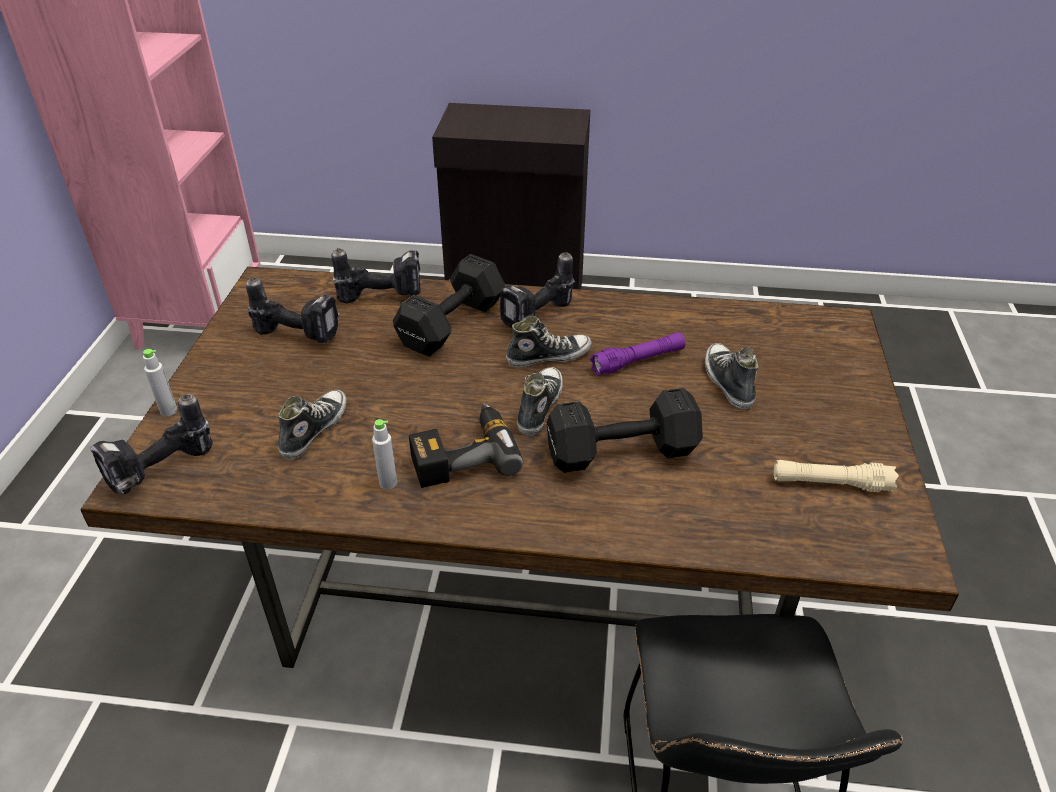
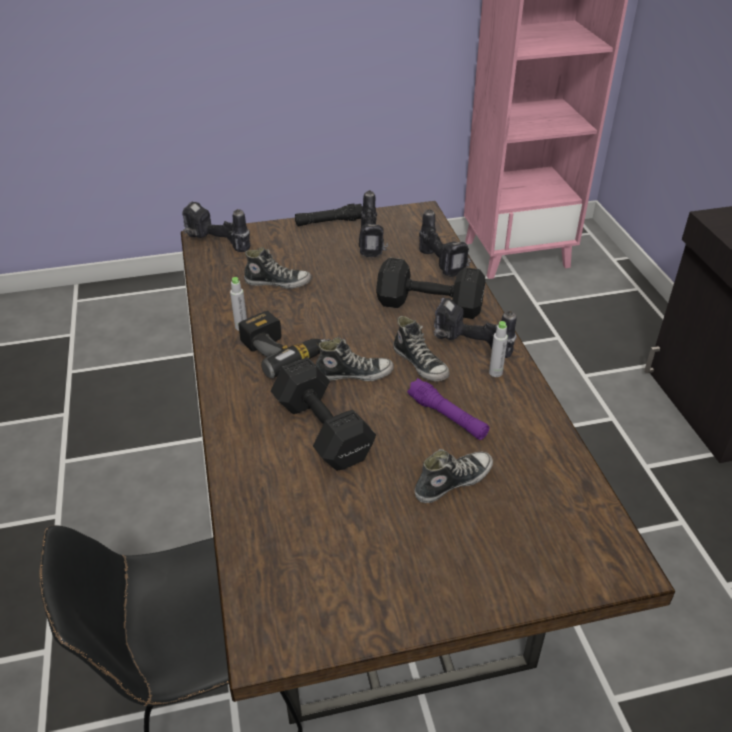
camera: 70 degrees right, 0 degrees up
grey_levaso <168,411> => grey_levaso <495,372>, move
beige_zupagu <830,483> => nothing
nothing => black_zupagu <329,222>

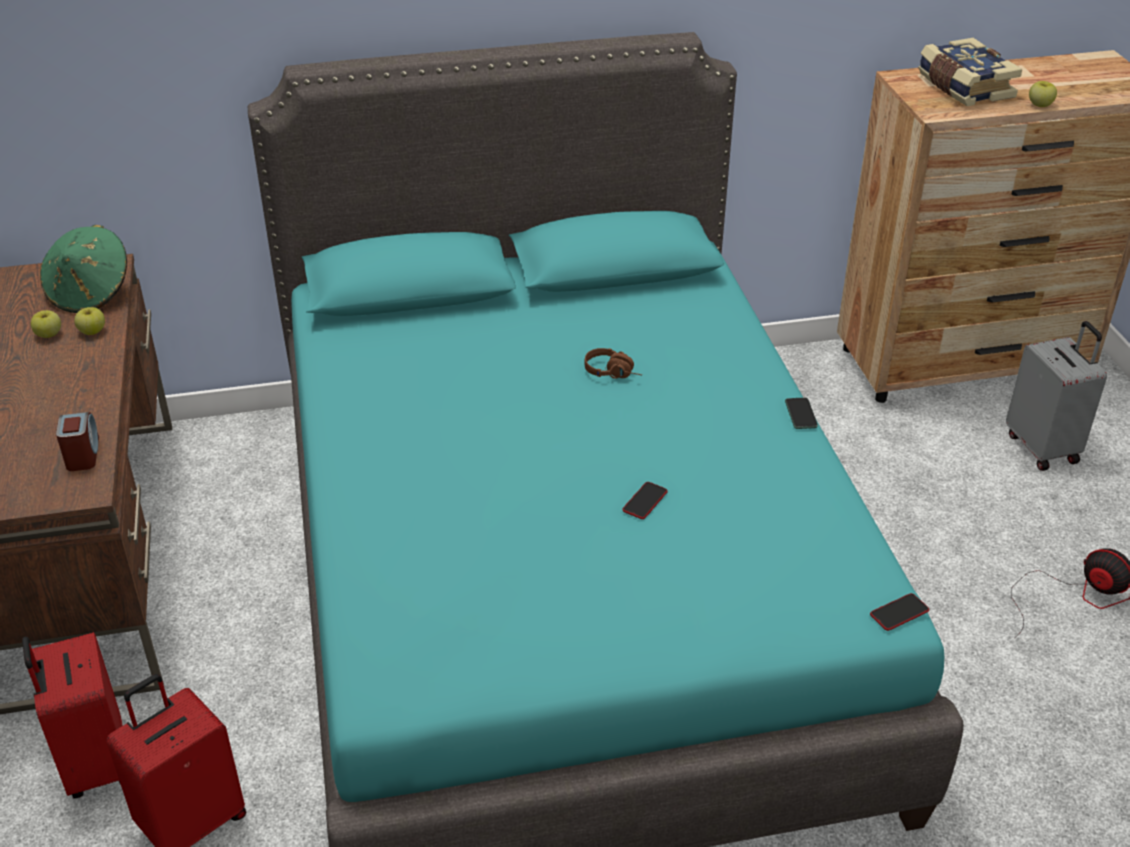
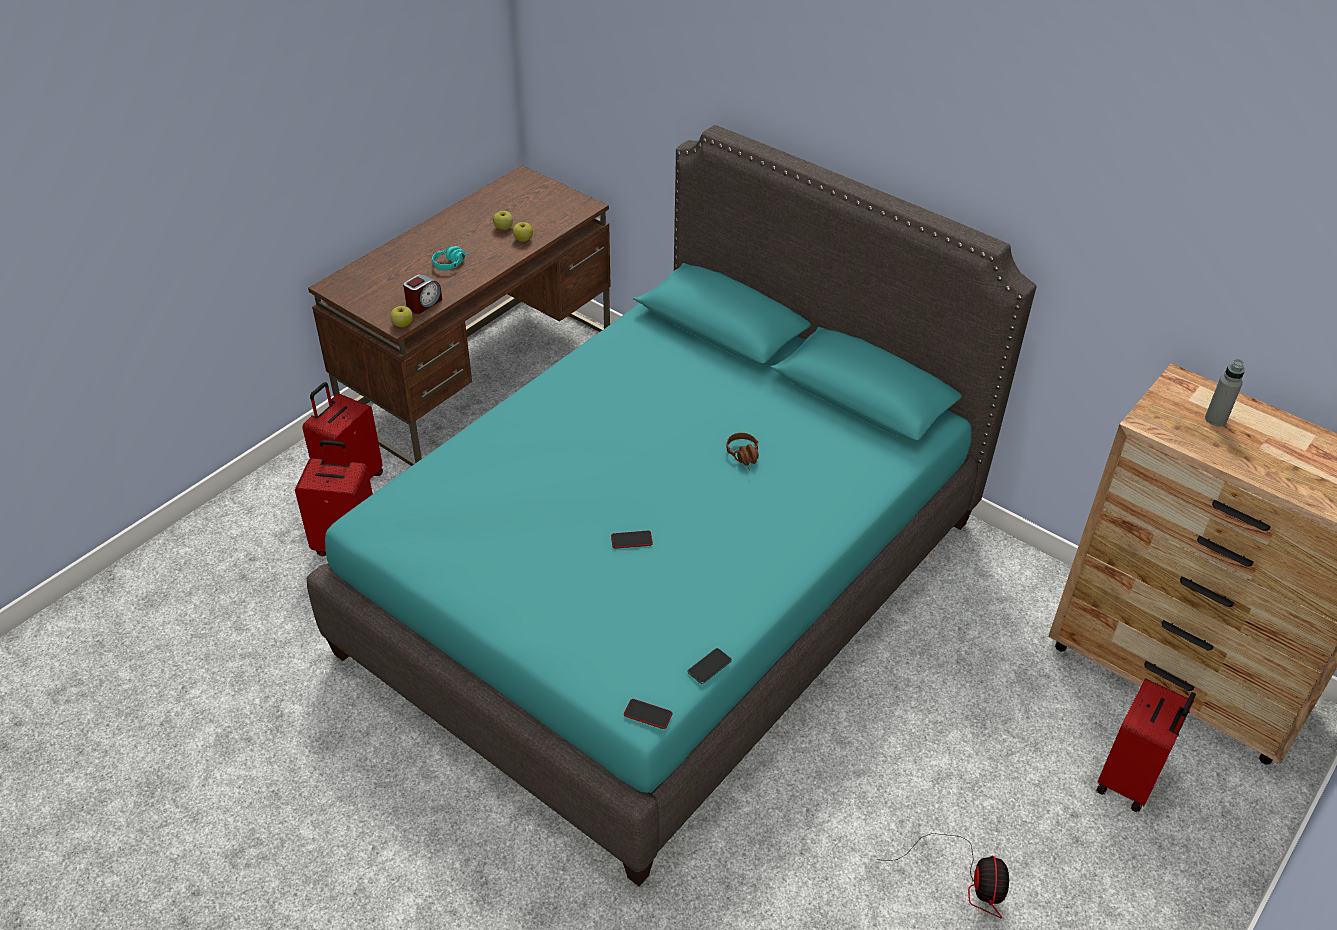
camera: 50 degrees right, 5 degrees up
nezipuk <963,87> => grey_levaso <1215,419>
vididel <1039,105> => vididel <402,324>, move
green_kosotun <90,293> => nothing
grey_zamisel <1043,447> => red_zamisel <1130,780>
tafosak <801,414> => tafosak <709,666>, move
nothing => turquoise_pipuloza <453,262>

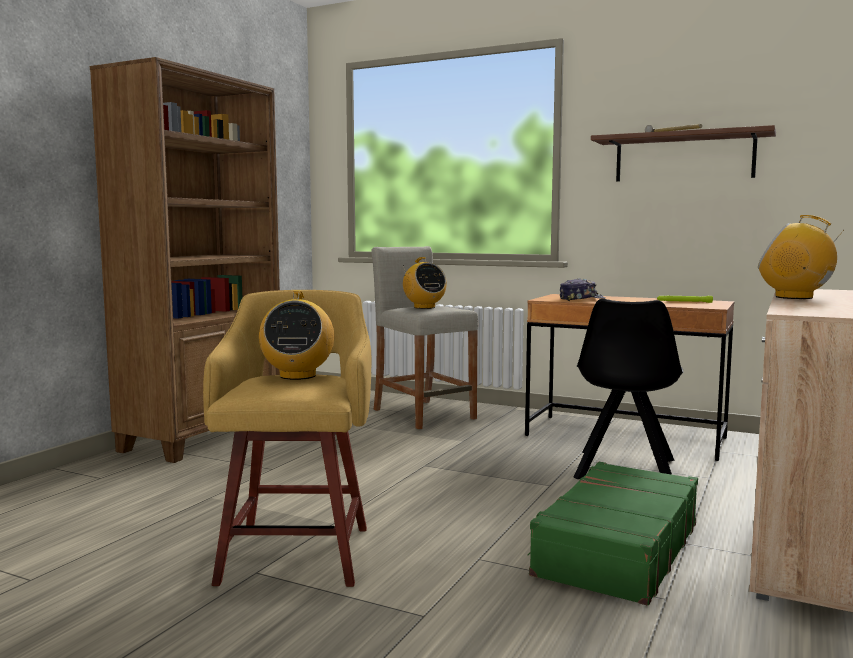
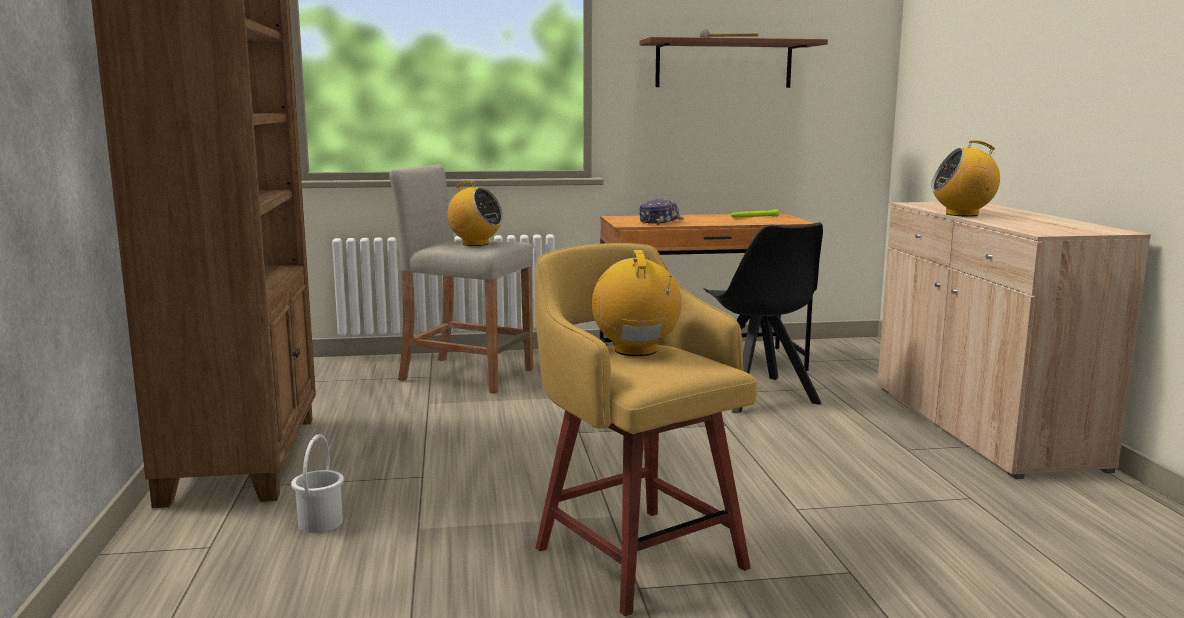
camera: 35 degrees left, 5 degrees up
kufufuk <297,376> => kufufuk <636,350>, 150 degrees counterclockwise
green_zamisel <616,549> => nothing
nothing => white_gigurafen <319,523>

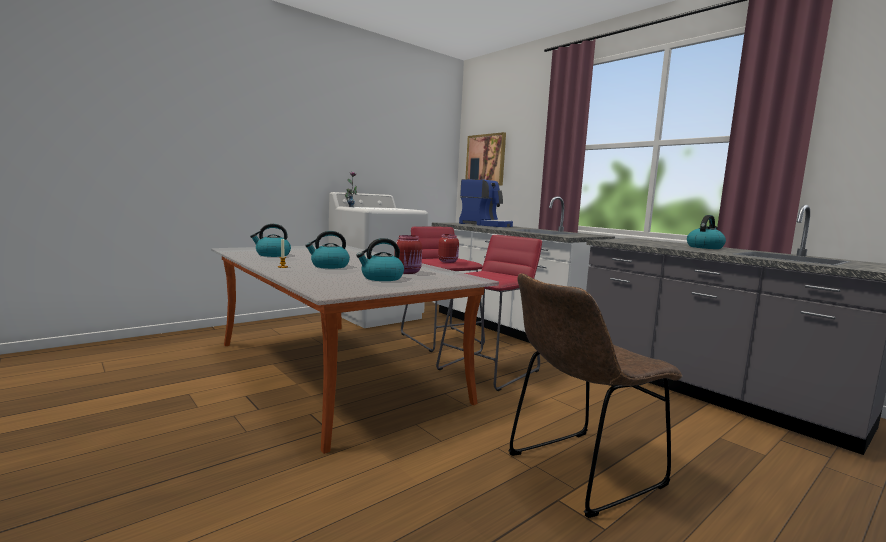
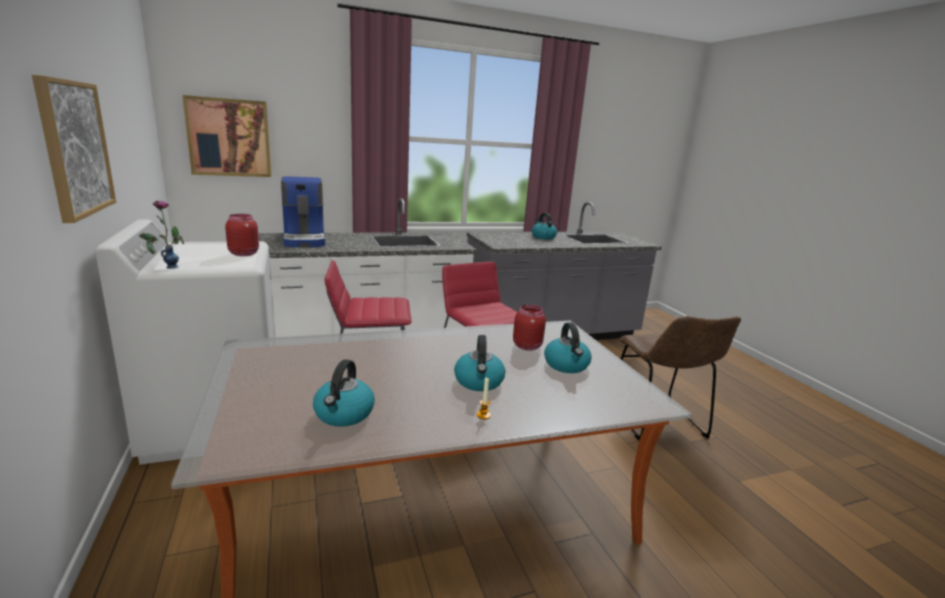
camera: 70 degrees left, 10 degrees up
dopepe <486,225> => dopepe <305,239>, 105 degrees clockwise
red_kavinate <448,261> => red_kavinate <244,253>, move
nothing => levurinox <75,148>

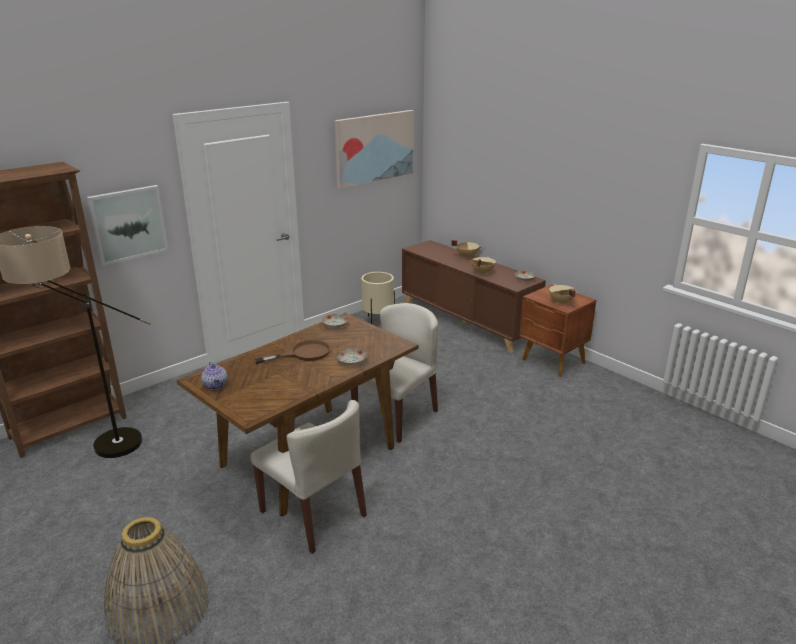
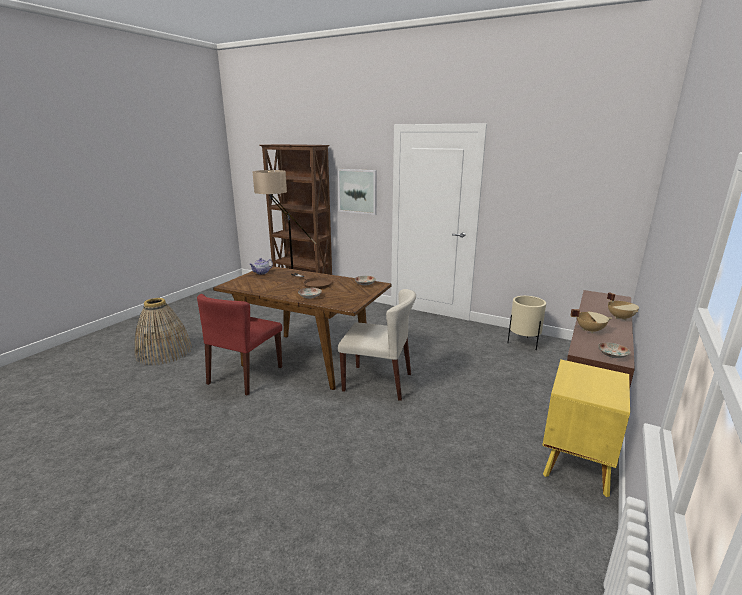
camera: 70 degrees right, 5 degrees down
levurinox <374,148> => nothing
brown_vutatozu <553,362> => yellow_vutatozu <576,465>
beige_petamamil <561,302> => nothing
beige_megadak <313,514> => red_megadak <245,375>

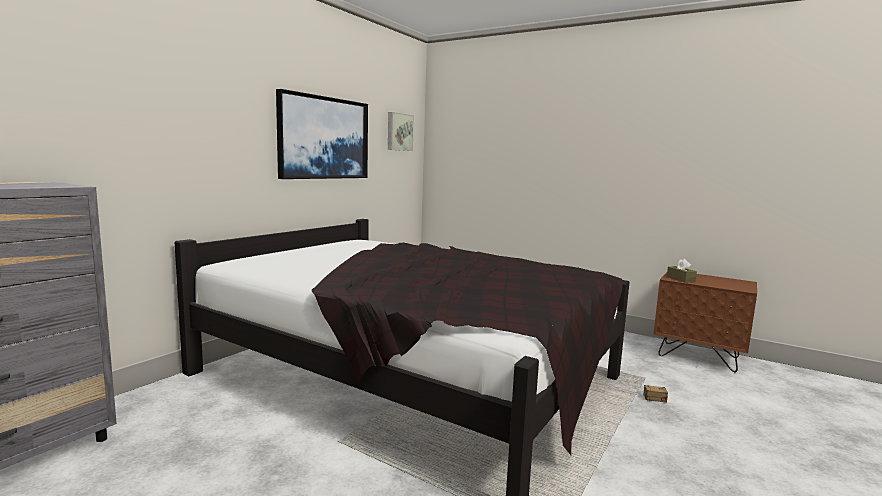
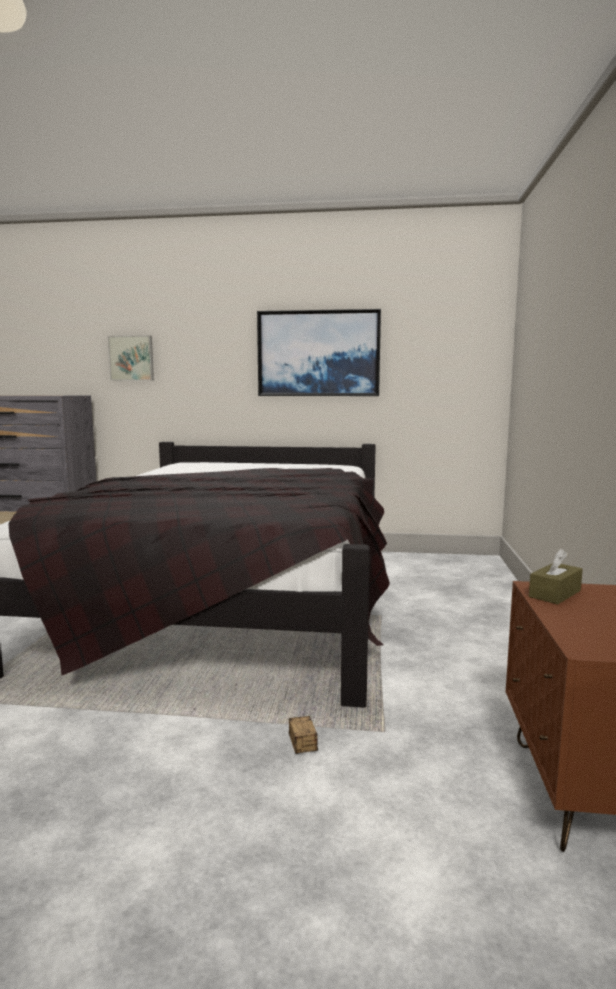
camera: 65 degrees right, 0 degrees up
levurinox <399,132> => levurinox <132,358>, move

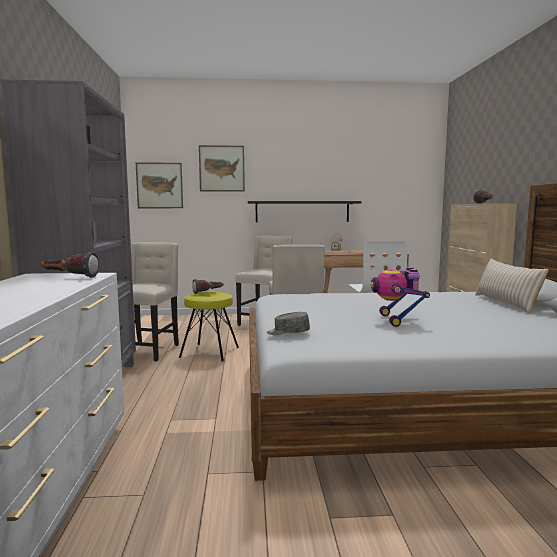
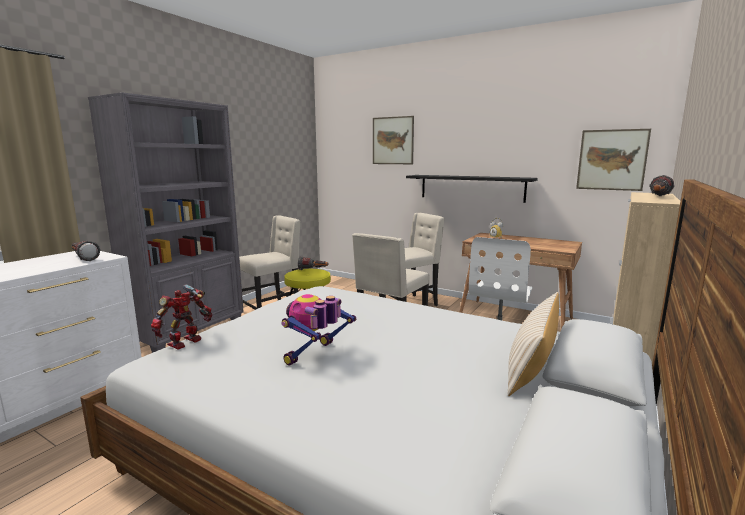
camera: 35 degrees right, 5 degrees up
levurinox <159,185> => levurinox <612,160>, move
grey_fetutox <288,332> => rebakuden <186,343>

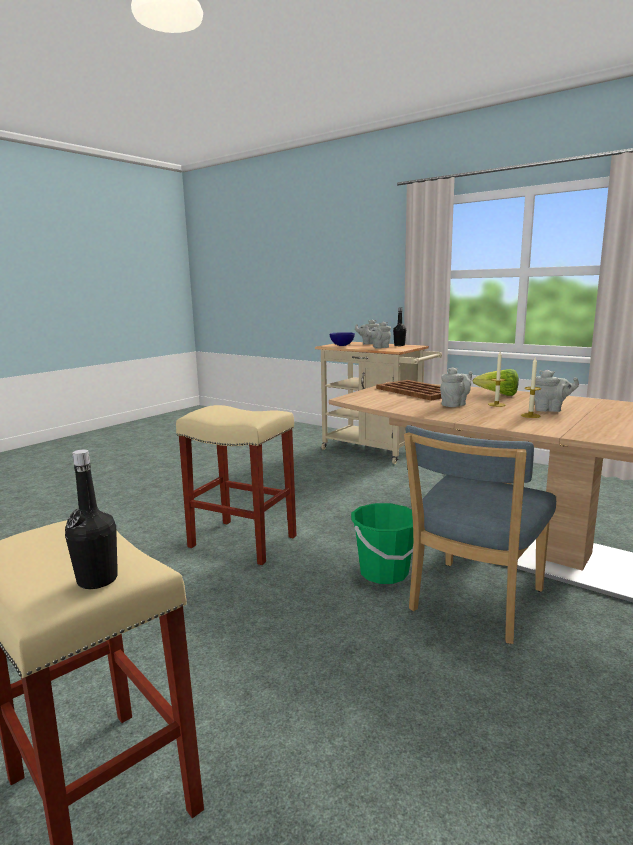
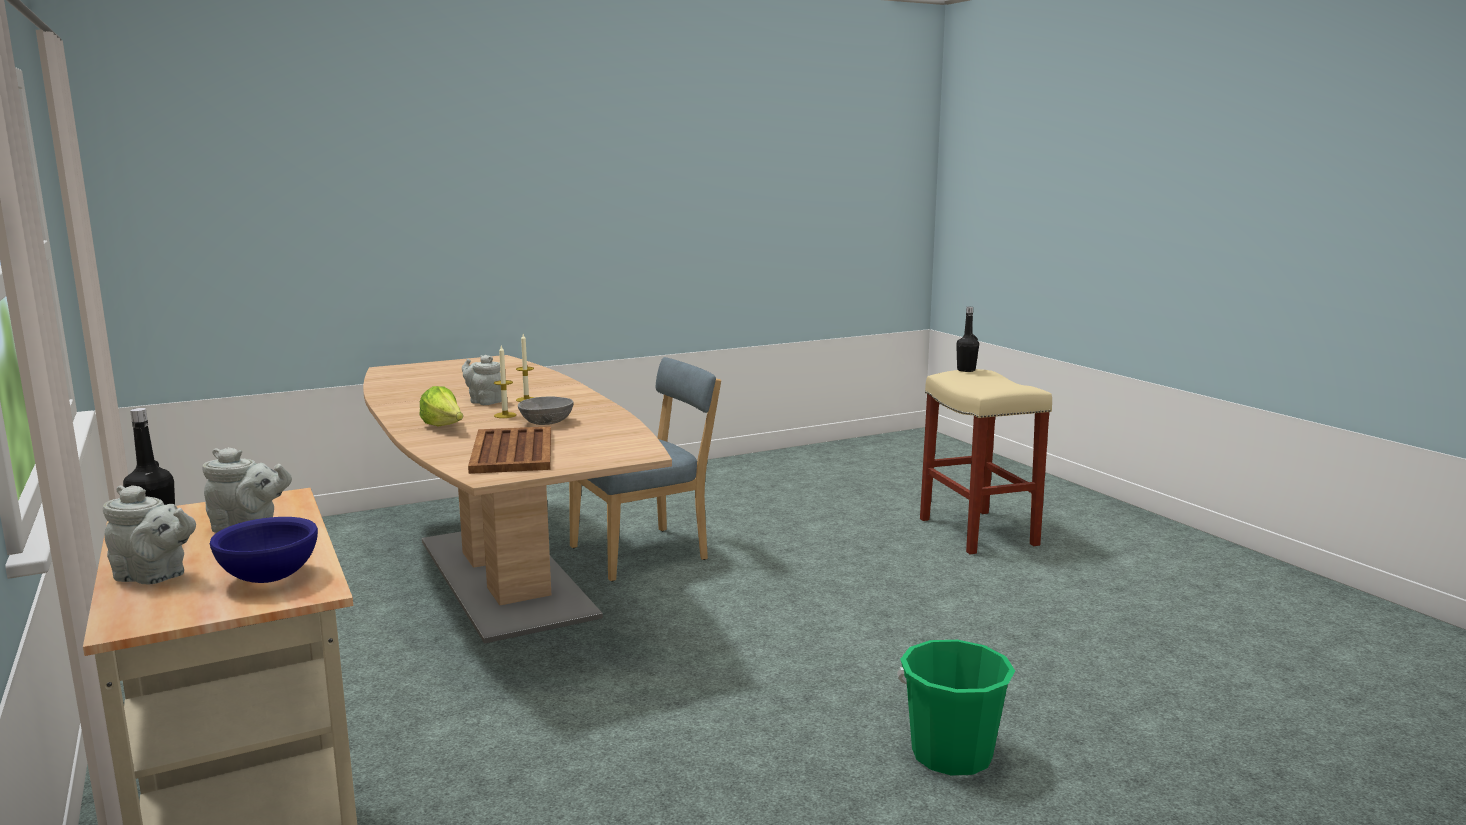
camera: 155 degrees left, 0 degrees up
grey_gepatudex <455,405> => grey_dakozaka <547,422>
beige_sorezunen <244,541> => nothing
green_gigurafen <384,573> => green_gigurafen <951,755>, move

